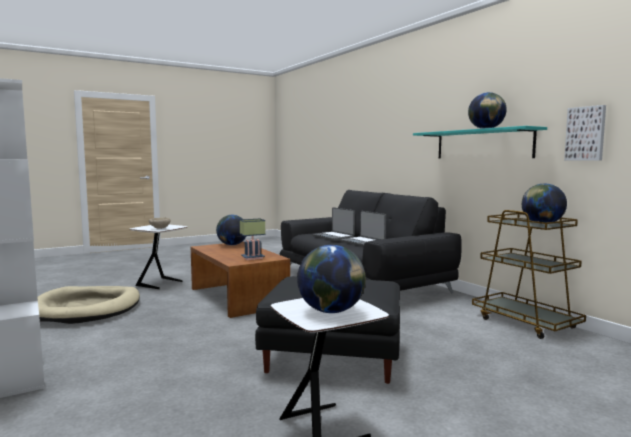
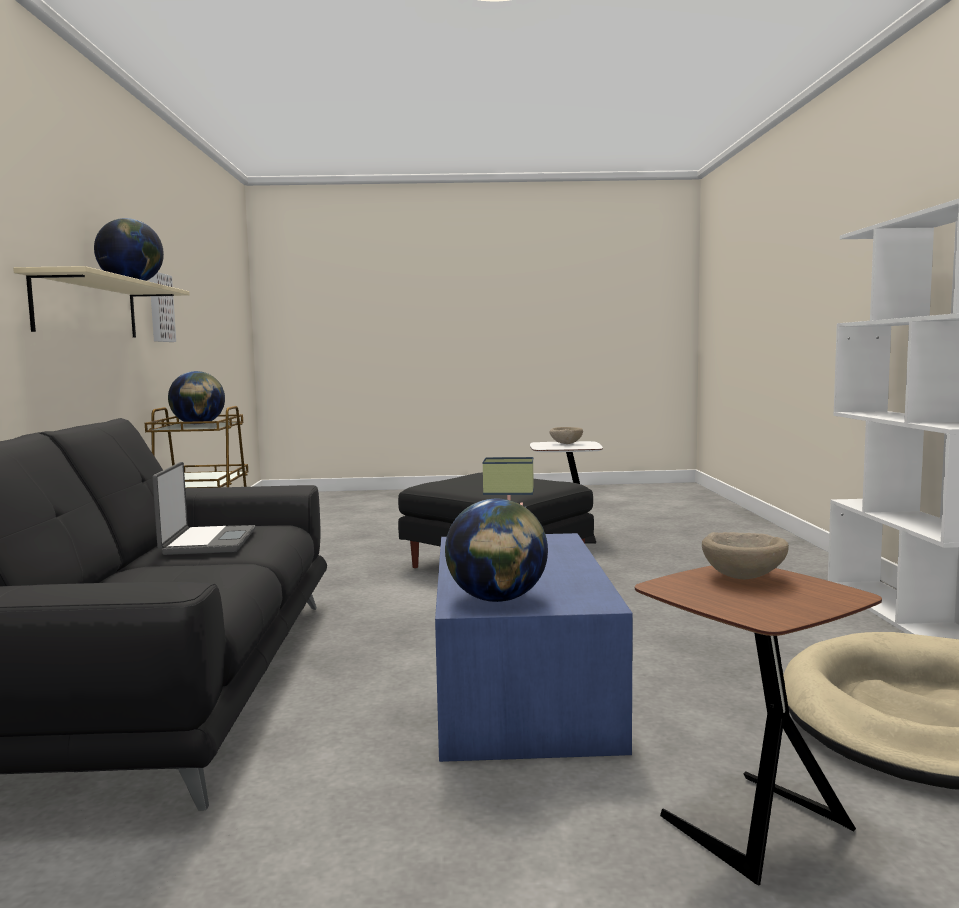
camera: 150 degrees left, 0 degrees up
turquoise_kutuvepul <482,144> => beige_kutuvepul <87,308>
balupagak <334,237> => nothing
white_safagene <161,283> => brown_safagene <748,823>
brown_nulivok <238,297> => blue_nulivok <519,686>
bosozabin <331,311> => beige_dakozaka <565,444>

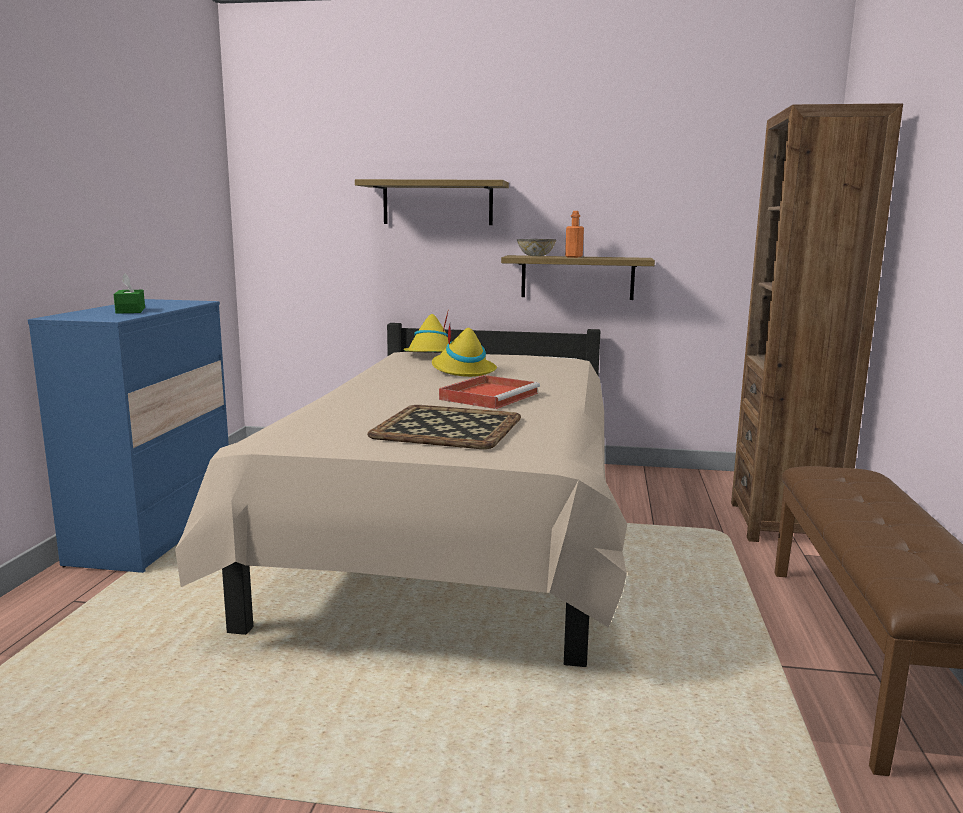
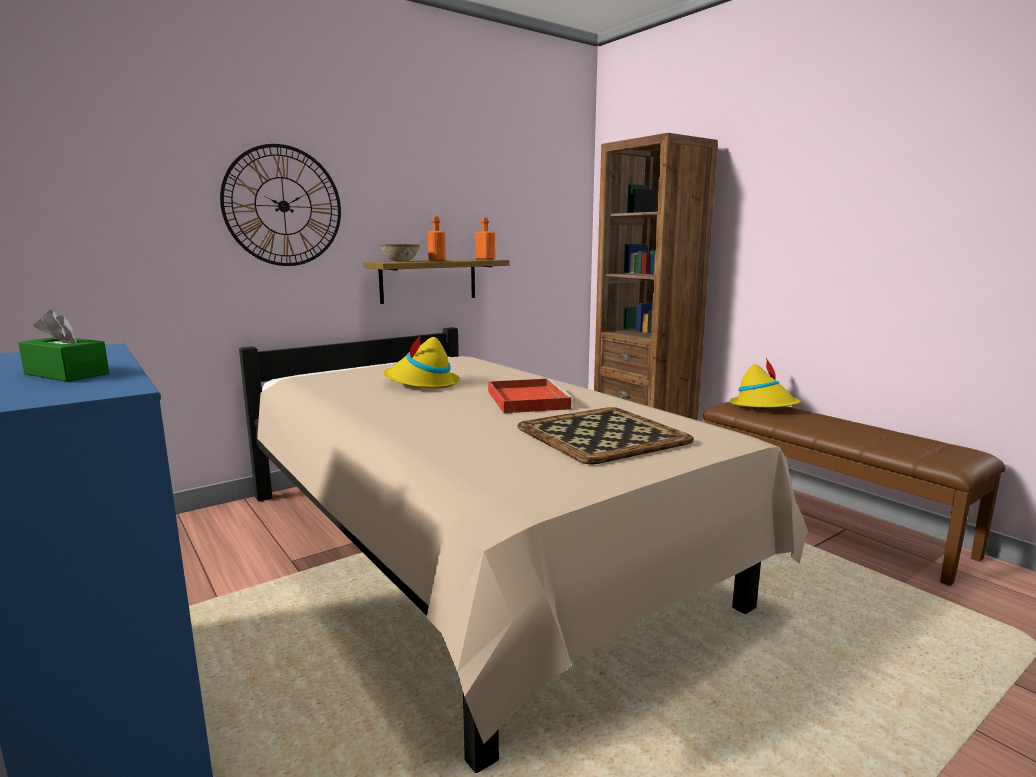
camera: 45 degrees left, 0 degrees up
kutuvepul <437,203> => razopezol <283,206>
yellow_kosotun <431,355> => yellow_kosotun <763,406>, move
nothing => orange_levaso <485,259>

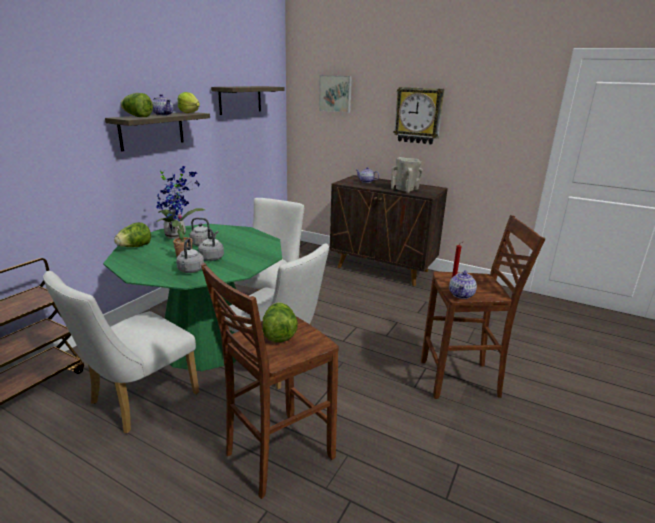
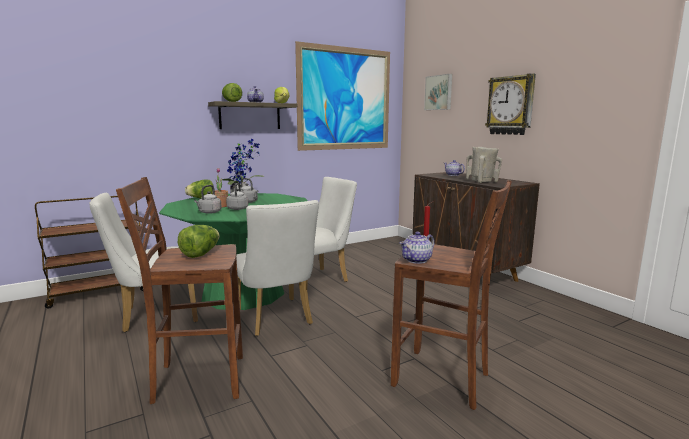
camera: 30 degrees right, 10 degrees down
kutuvepul <240,99> => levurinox <345,99>

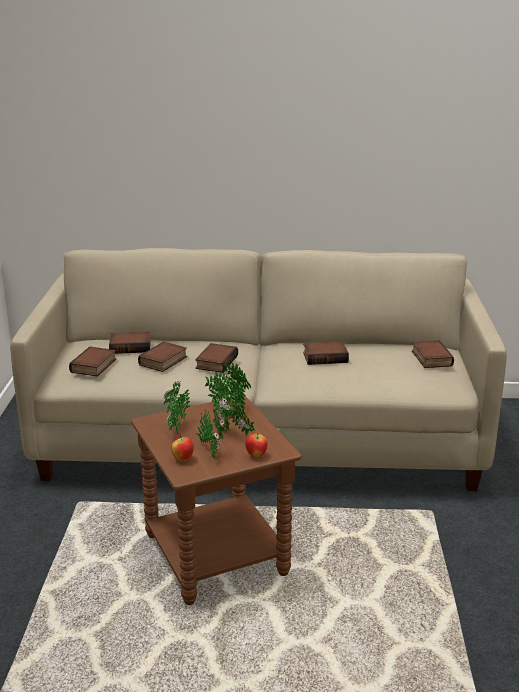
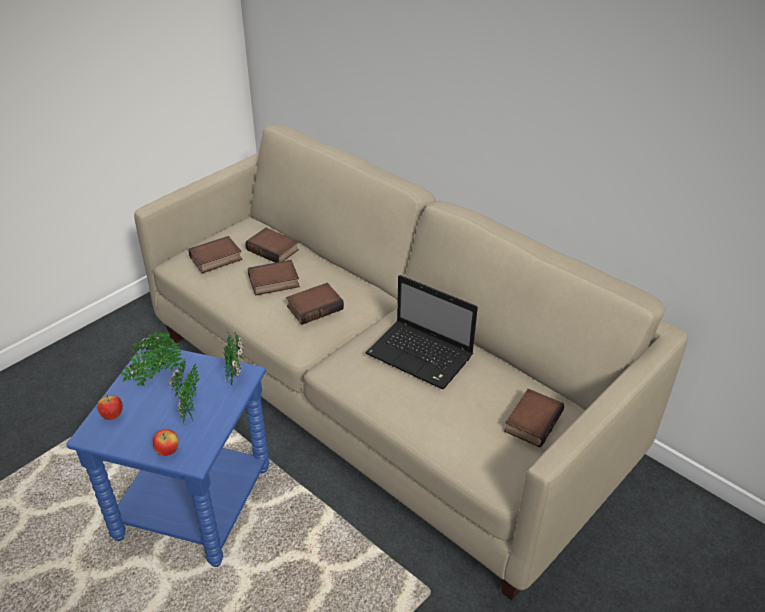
camera: 40 degrees right, 15 degrees up
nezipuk <325,357> => balupagak <421,356>
brown_safagene <214,555> => blue_safagene <193,502>
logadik <211,450> => nothing

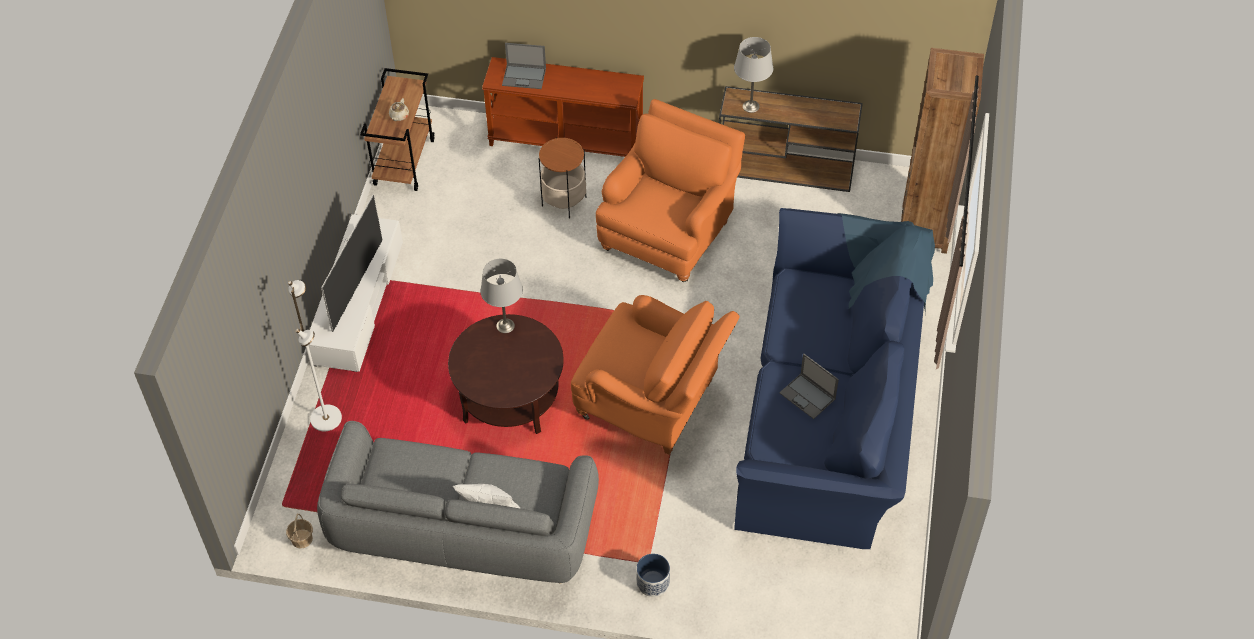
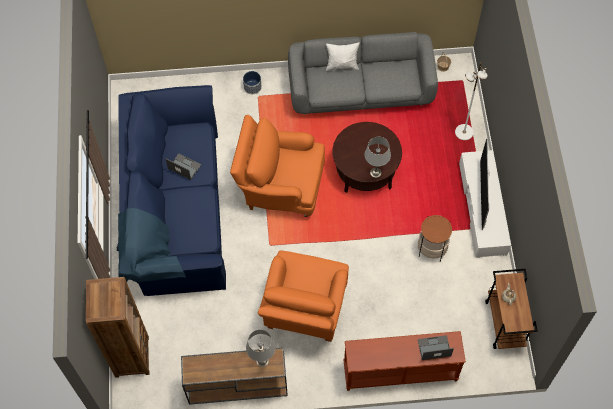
camera: 165 degrees right, 10 degrees up
safagene <564,201> => safagene <432,249>, move

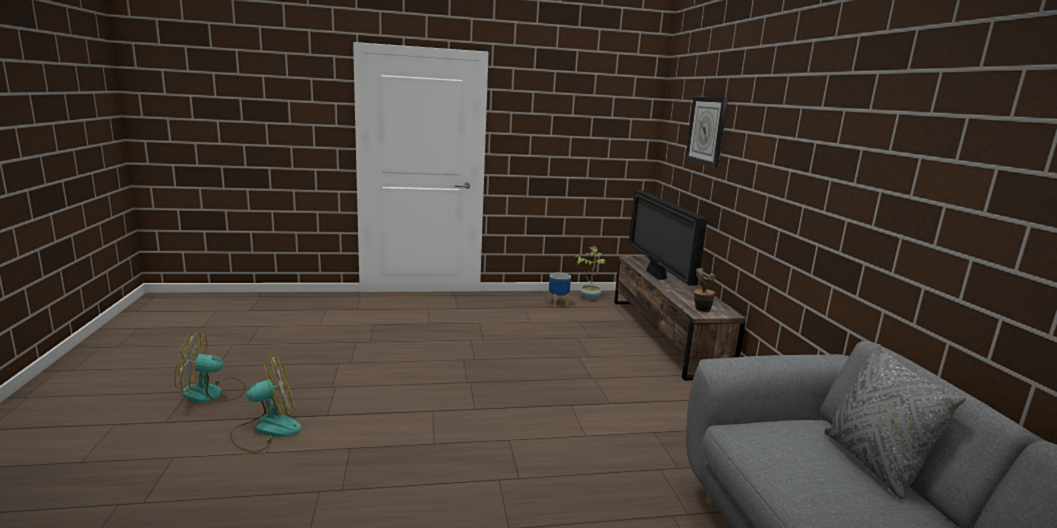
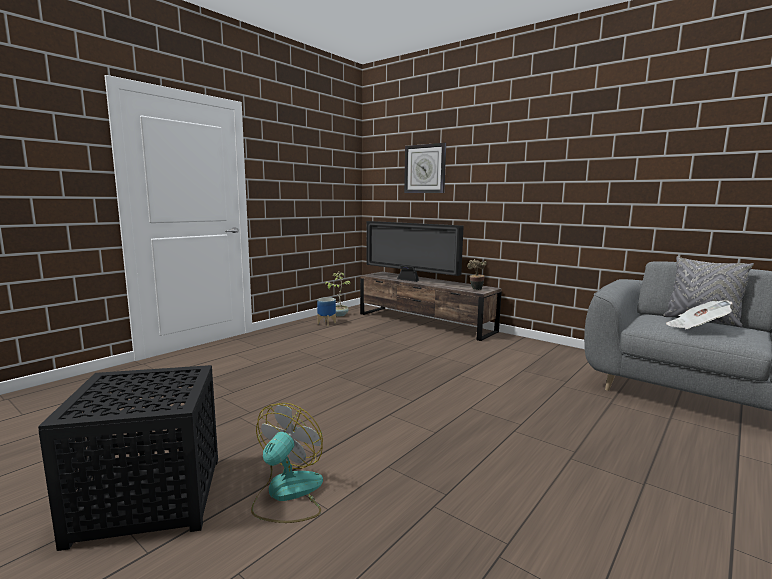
camera: 40 degrees left, 5 degrees down
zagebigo <212,393> => black_safagene <151,499>
nothing => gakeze <696,328>

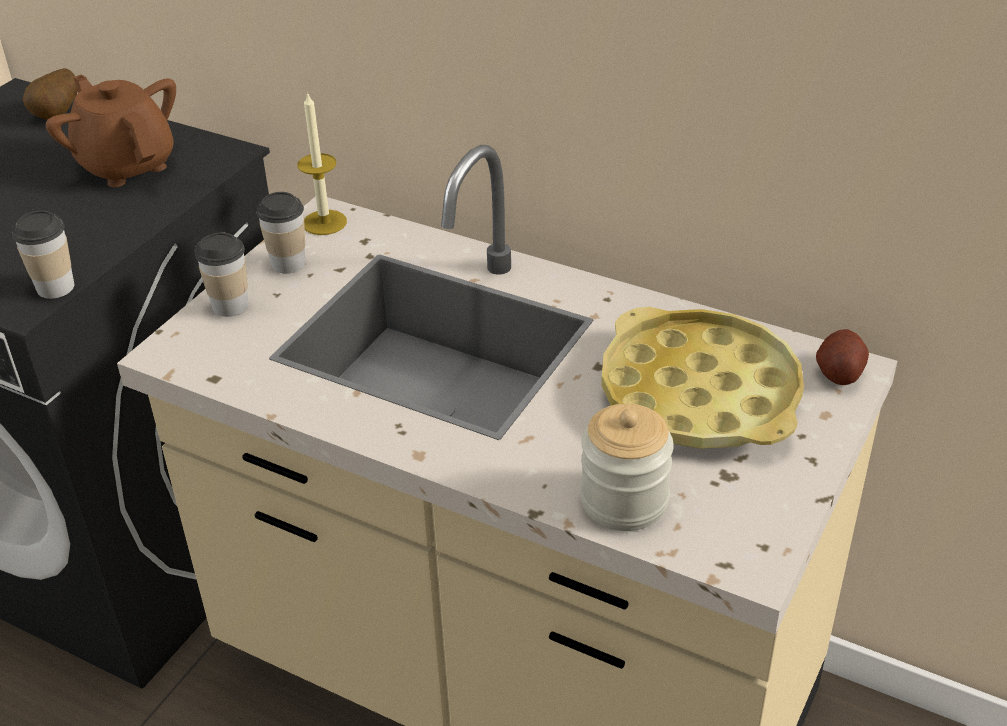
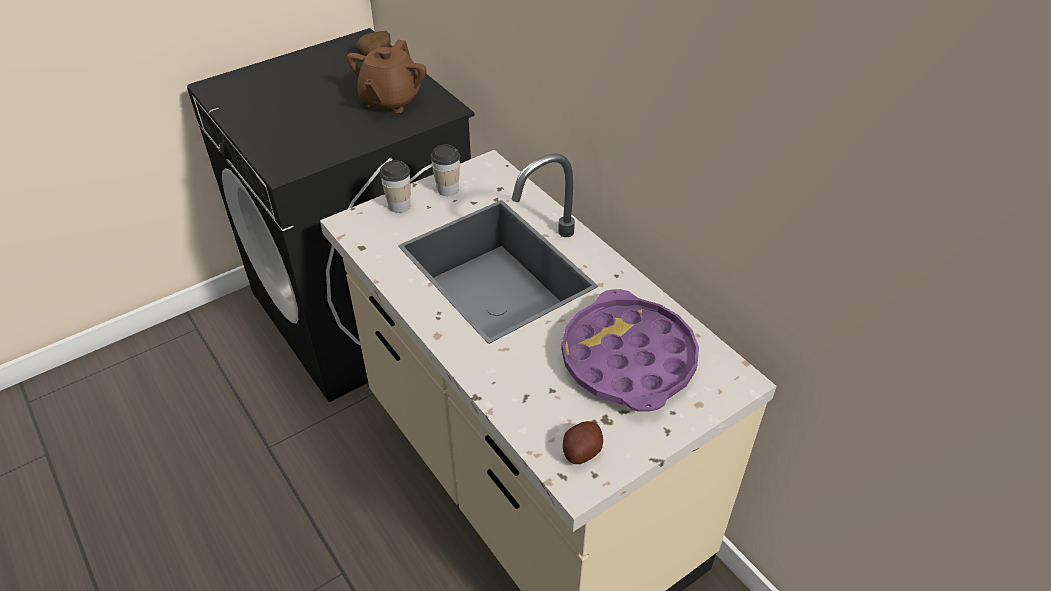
camera: 25 degrees right, 5 degrees up
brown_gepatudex <127,165> => brown_gepatudex <390,101>, 150 degrees counterclockwise
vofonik <324,222> => nothing
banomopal <55,287> => nothing
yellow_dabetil <699,393> => purple_dabetil <628,359>
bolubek <839,373> => bolubek <581,451>, move
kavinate <624,501> => nothing

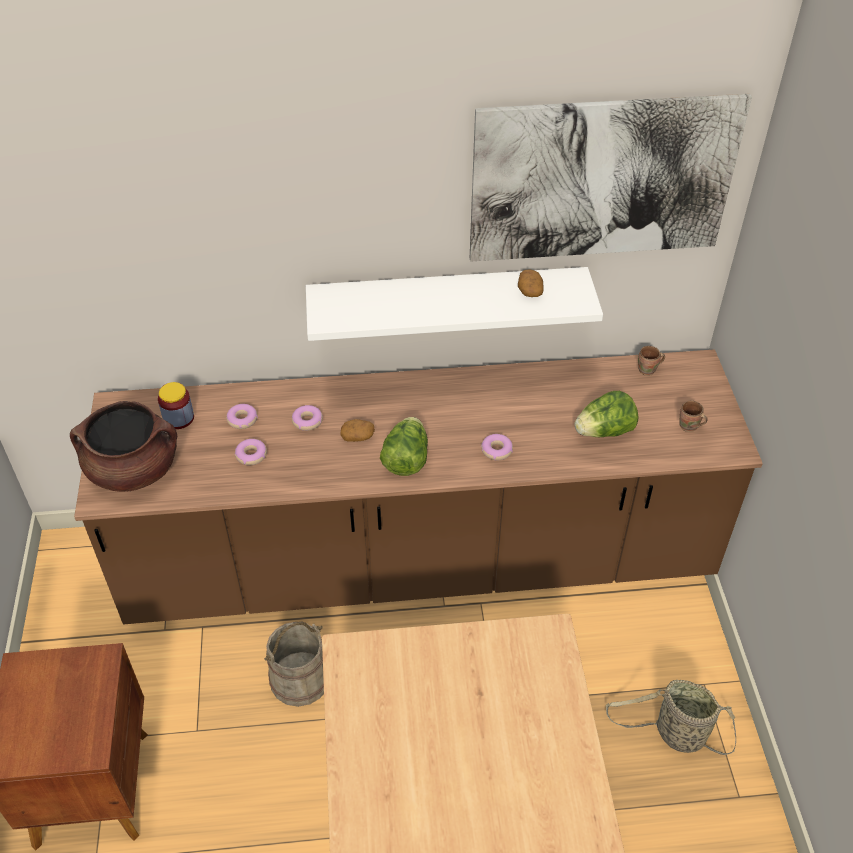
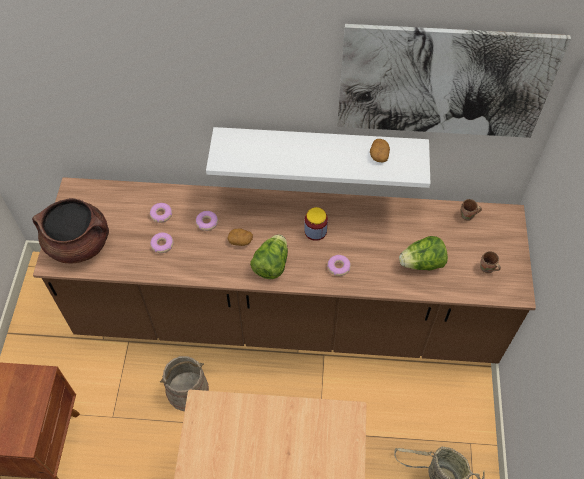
camera: 10 degrees right, 10 degrees up
kavinate <178,418> => kavinate <315,231>, move

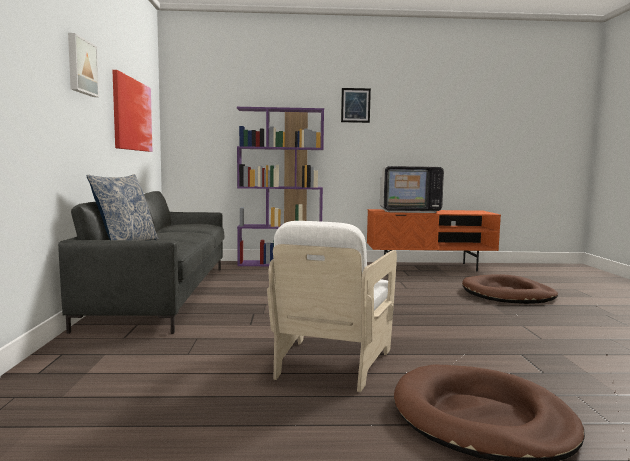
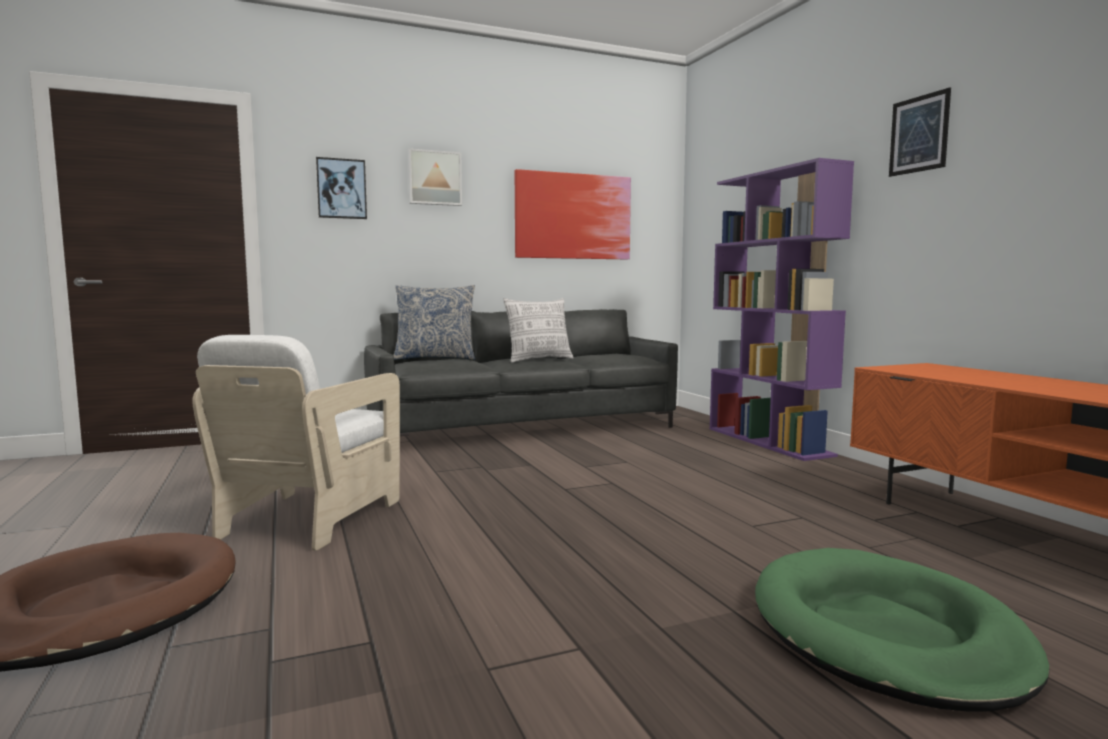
camera: 70 degrees right, 0 degrees up
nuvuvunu <409,211> => nothing
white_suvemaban <332,362> => white_suvemaban <309,518>, 75 degrees counterclockwise
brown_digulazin <508,294> => green_digulazin <885,633>
nothing => levurinox <341,189>
nothing => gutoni <539,360>

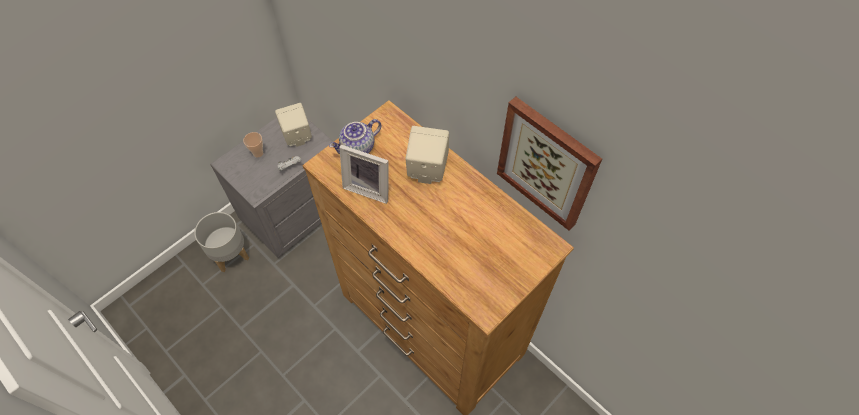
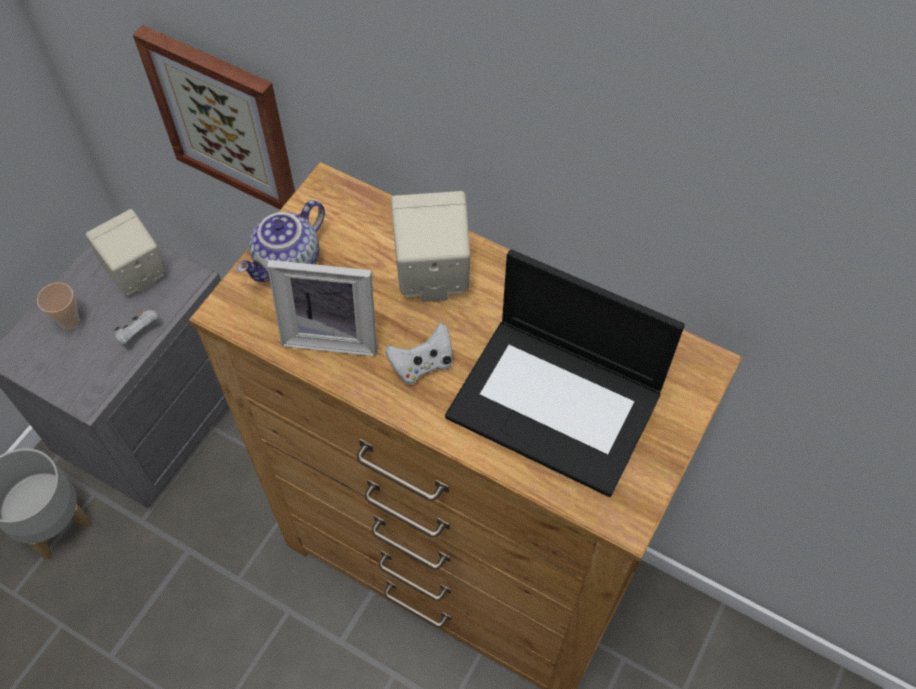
camera: 15 degrees left, 0 degrees up
levurinox <547,164> => levurinox <224,119>, move
nothing => balupagak <557,403>
nothing => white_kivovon <422,365>

